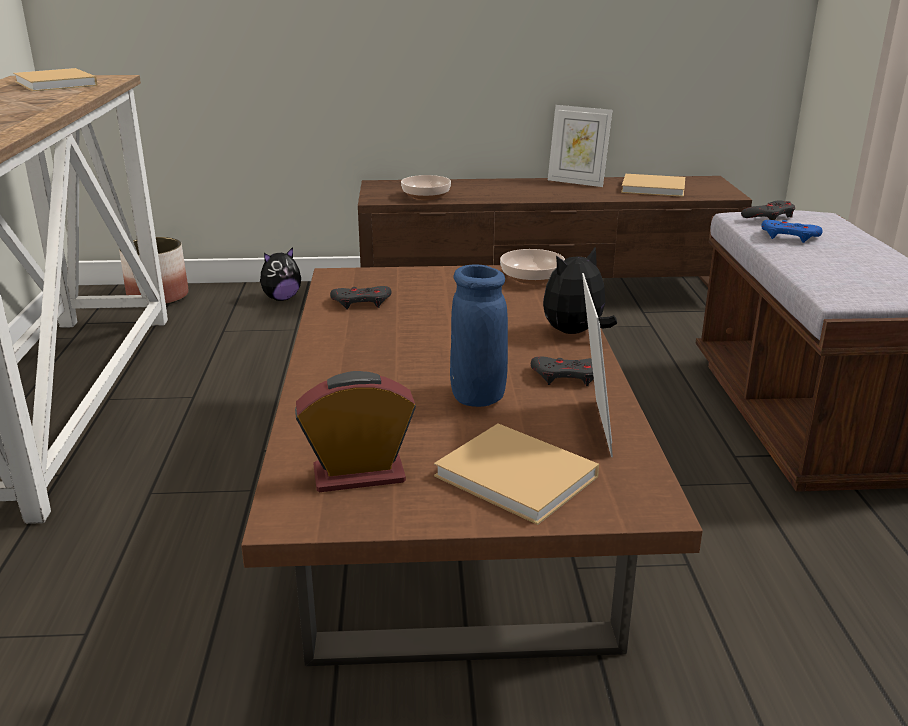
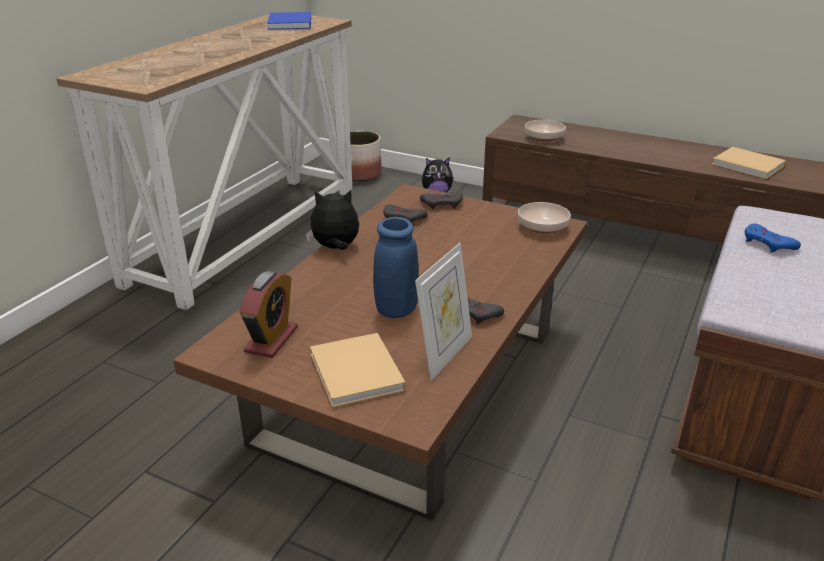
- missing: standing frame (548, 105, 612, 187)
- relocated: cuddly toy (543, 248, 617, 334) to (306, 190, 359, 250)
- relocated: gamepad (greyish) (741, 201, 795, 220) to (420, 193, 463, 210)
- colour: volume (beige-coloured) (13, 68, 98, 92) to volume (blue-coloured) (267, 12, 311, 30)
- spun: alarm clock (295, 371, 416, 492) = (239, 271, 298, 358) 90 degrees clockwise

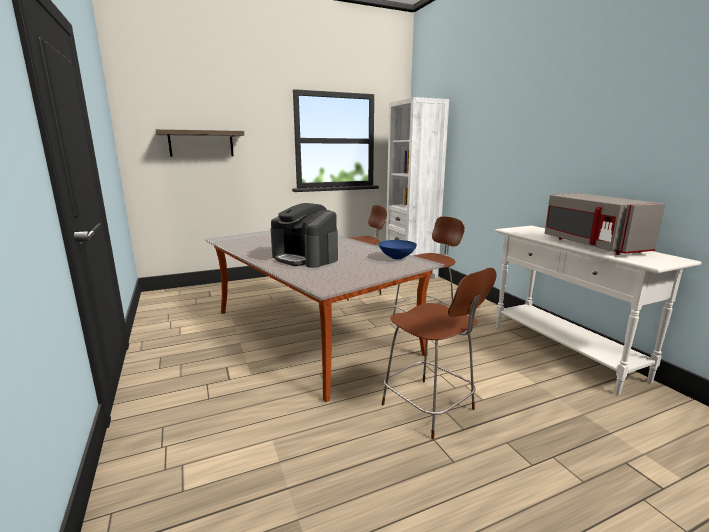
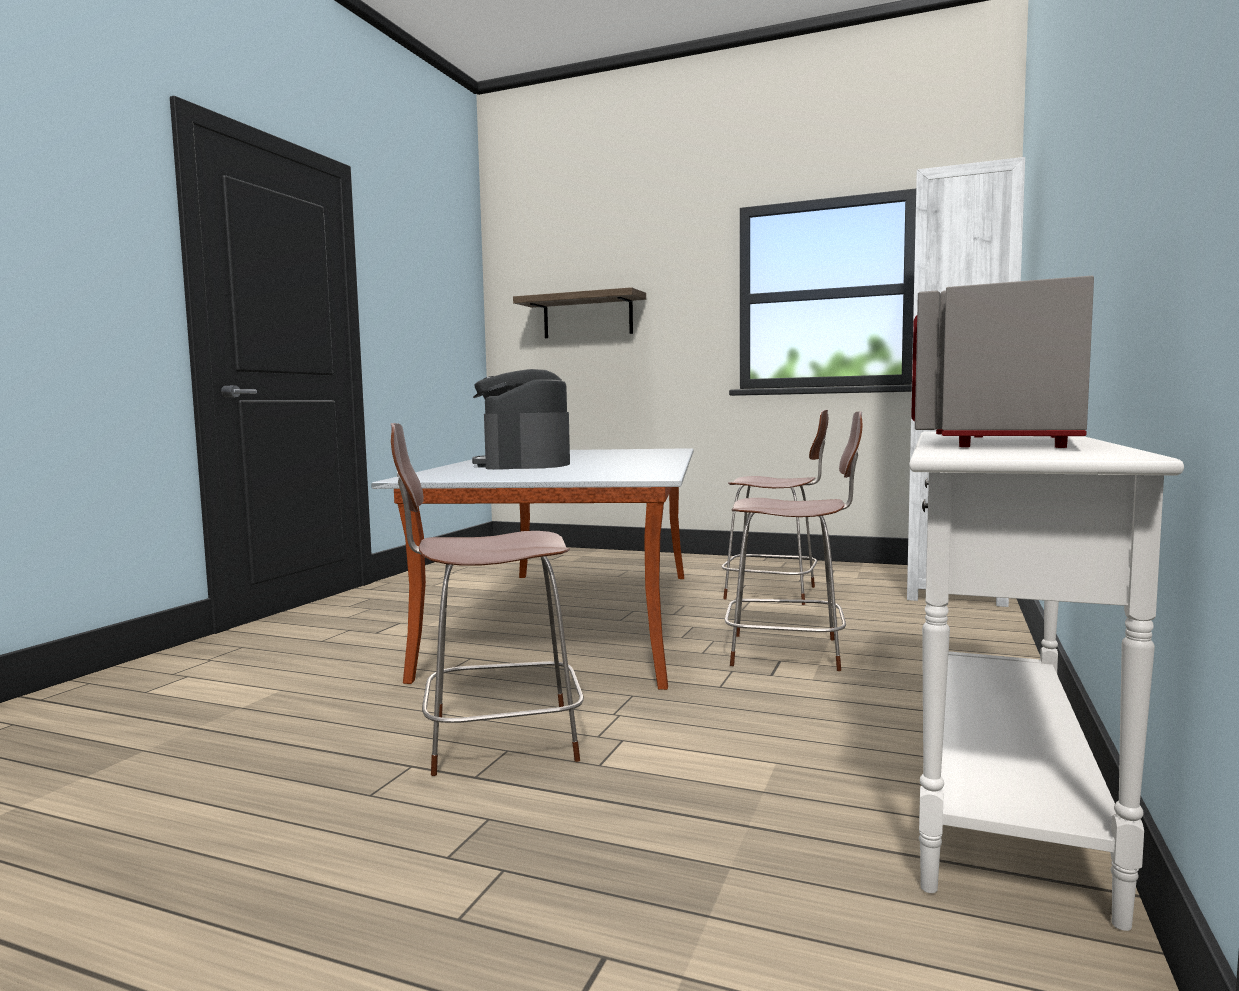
- missing: serving bowl (blue-coloured) (379, 240, 417, 259)
- spun: chair (brown) (382, 268, 496, 439) = (391, 423, 584, 776) 75 degrees clockwise

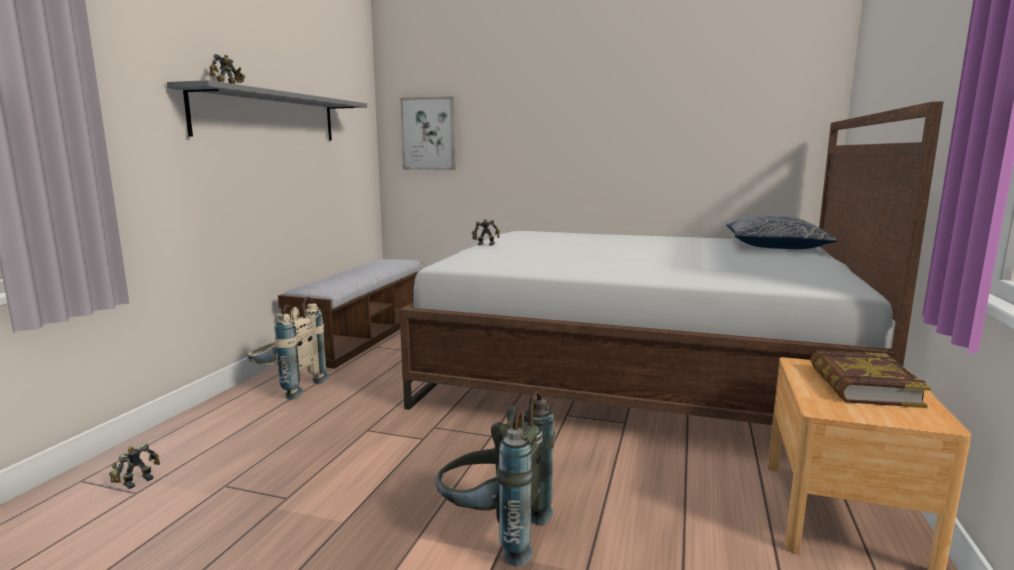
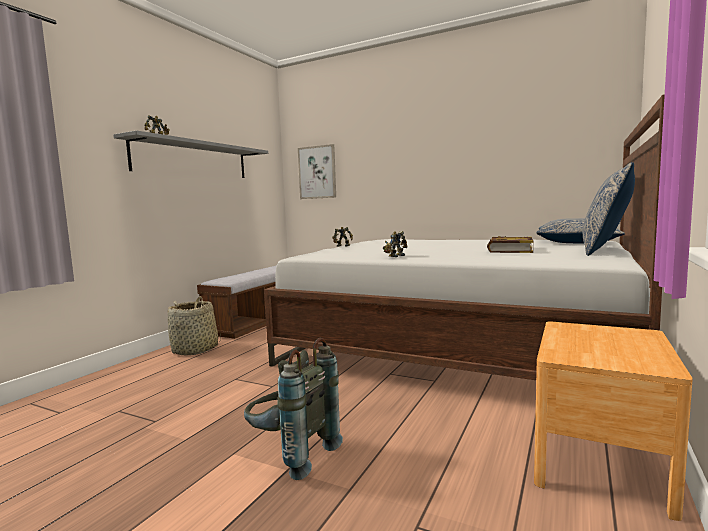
- appeared: throw pillow (583, 162, 635, 256)
- relocated: toy robot (109, 443, 160, 489) to (383, 231, 407, 257)
- relocated: volume (810, 350, 931, 408) to (487, 236, 534, 253)
- exchanged: rucksack (beige-coloured) (247, 297, 329, 400) to household basket (168, 296, 221, 356)

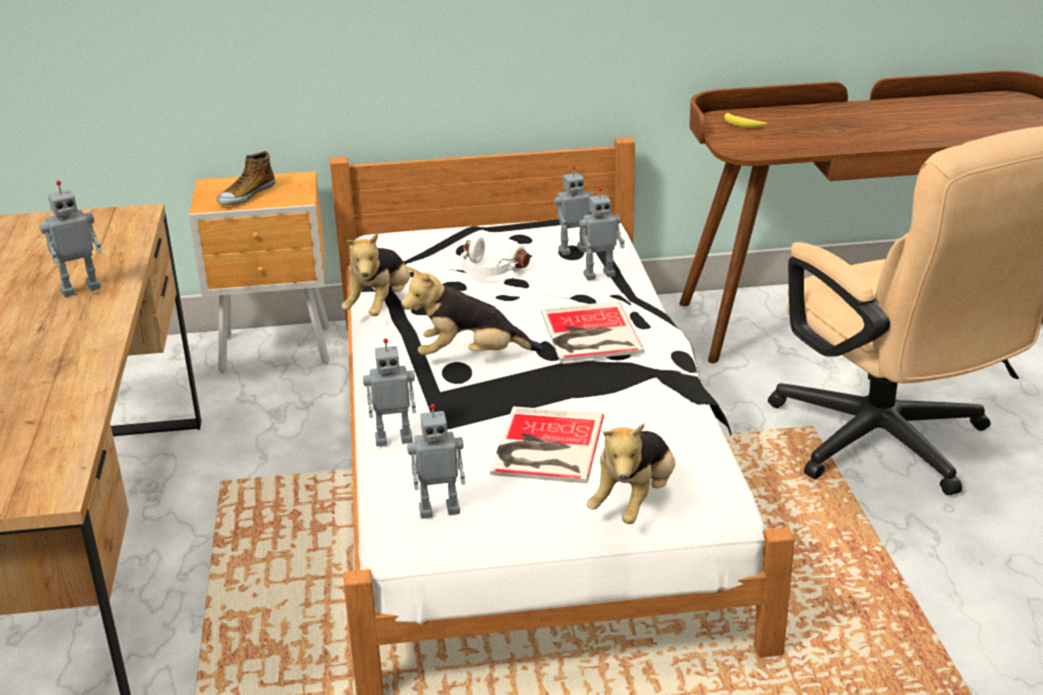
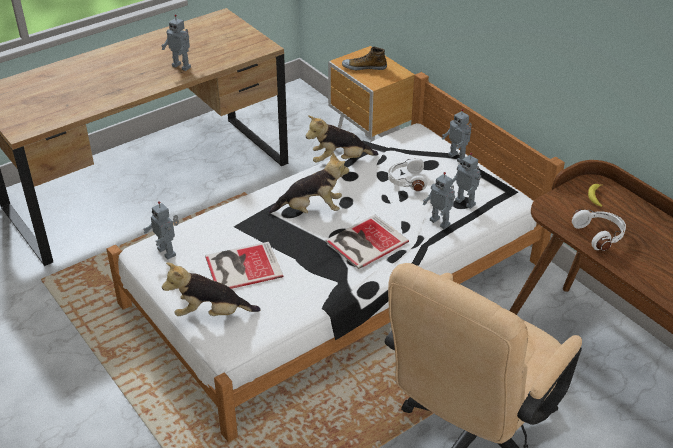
- appeared: headset (whitish) (572, 209, 626, 251)
- relocated: toy robot (363, 339, 416, 446) to (442, 109, 472, 163)
- spun: cuddly toy (401, 267, 543, 355) = (269, 152, 349, 214) 120 degrees clockwise

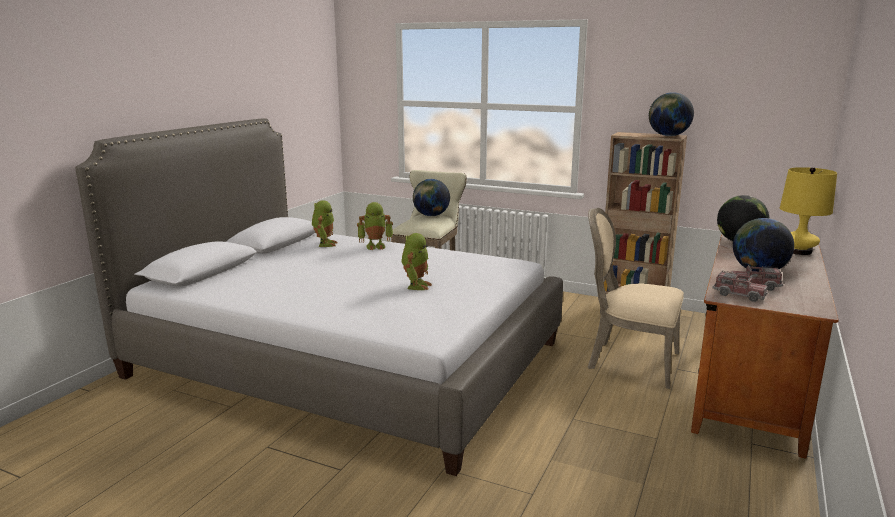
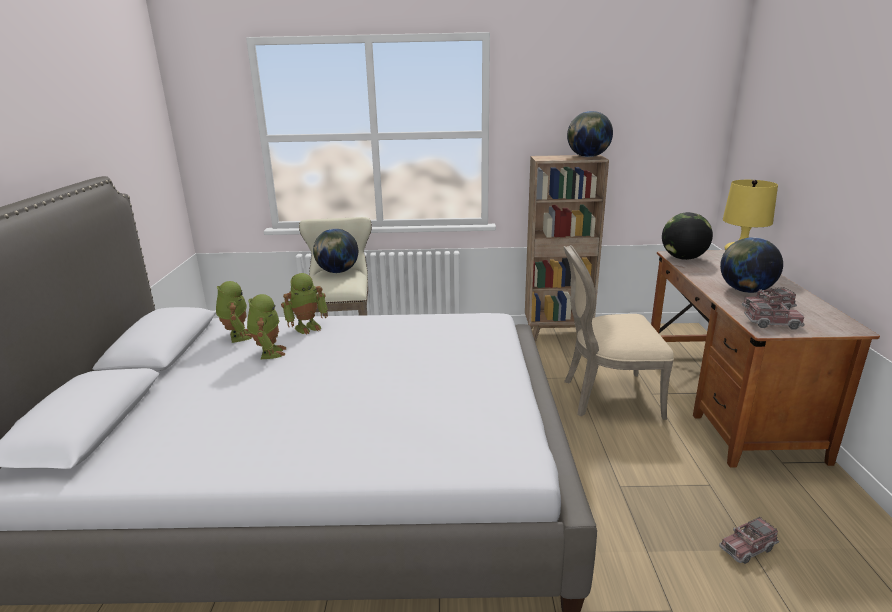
- appeared: model truck (719, 517, 779, 564)
- relocated: toy robot (402, 233, 432, 290) to (247, 294, 287, 359)

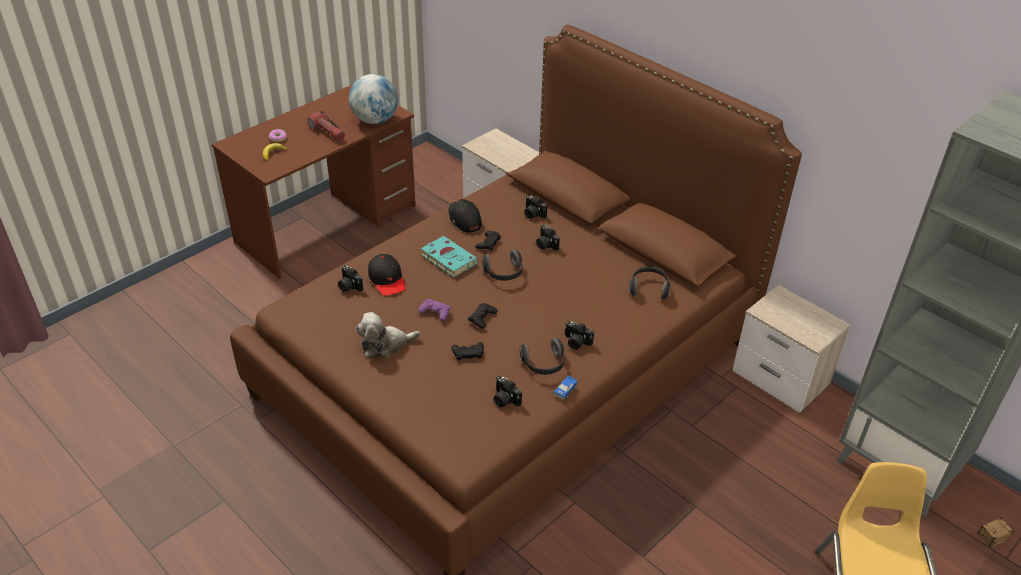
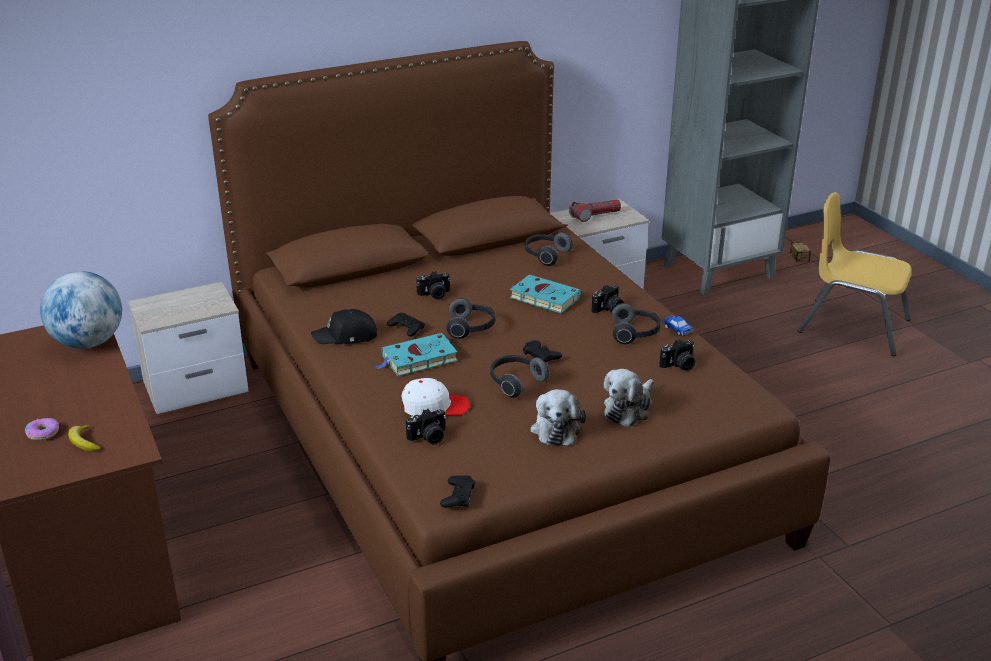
- missing: photo camera (524, 195, 547, 219)
- appeared: volume (turquoise-coloured) (510, 275, 581, 314)
- appeared: cuddly toy (604, 369, 654, 427)
- relocated: torch (307, 111, 345, 141) to (569, 199, 621, 222)
- relocated: gamepad (black-coloured) (451, 342, 484, 361) to (440, 475, 476, 507)
- exchanged: gamepad (purple-coloured) (418, 299, 451, 321) to headset (490, 355, 549, 398)
- colour: cap (black-coloured) (368, 254, 406, 296) to cap (whitish) (401, 378, 469, 416)

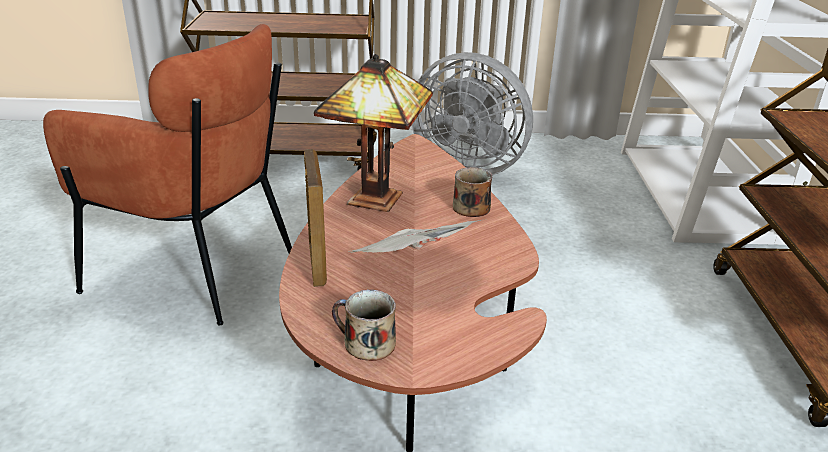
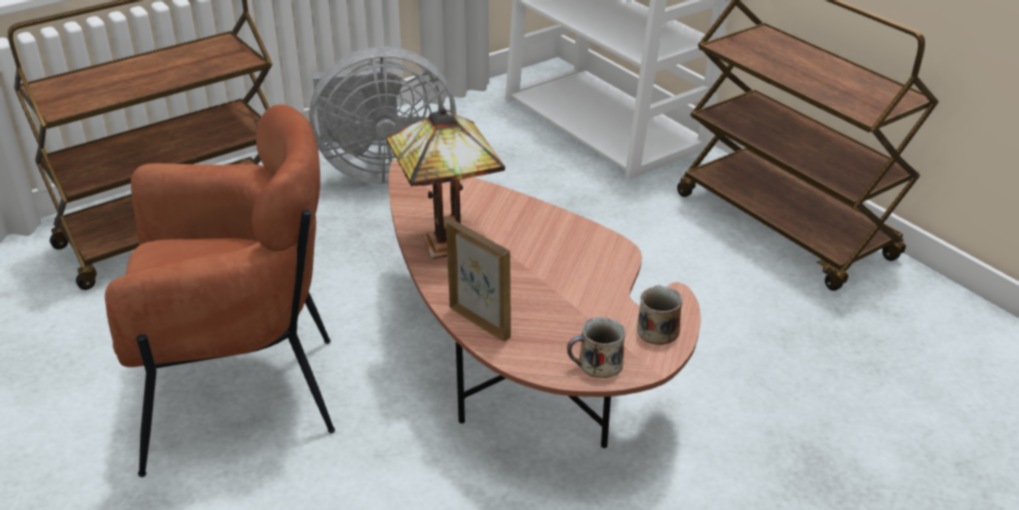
- missing: daily paper (348, 219, 486, 253)
- relocated: tea mug (453, 167, 492, 217) to (637, 285, 683, 345)

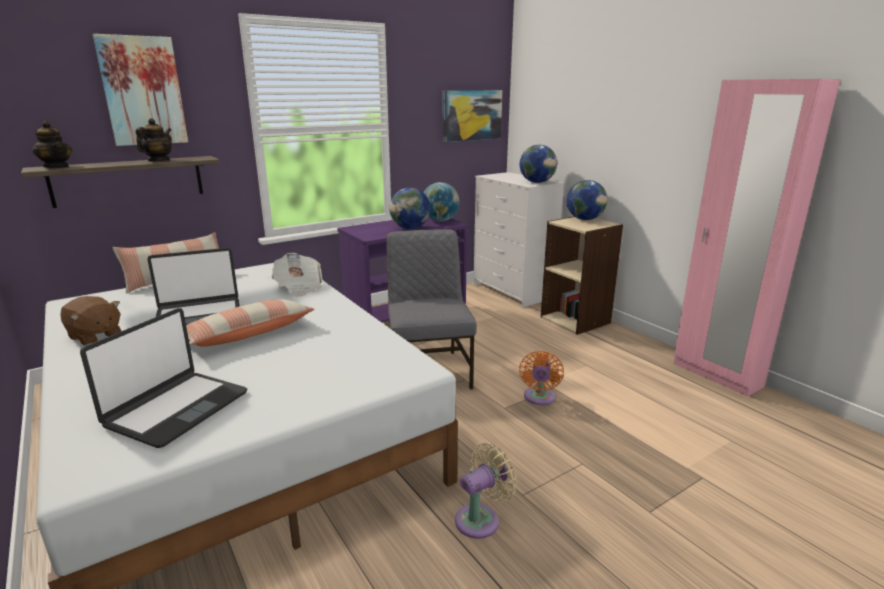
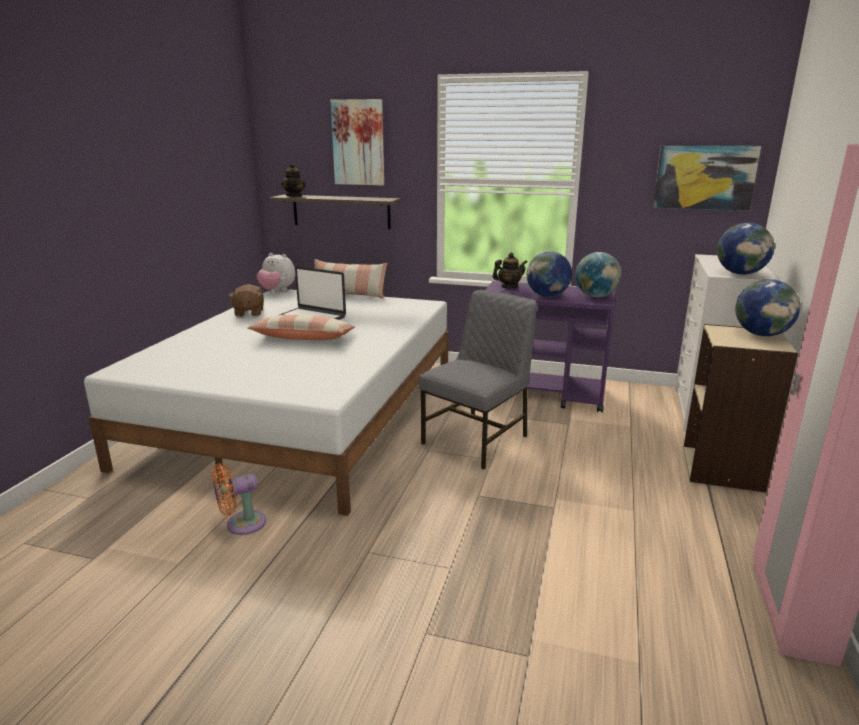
- missing: notebook computer (80, 308, 247, 448)
- missing: daily paper (272, 253, 323, 297)
- missing: fan (beige-coloured) (455, 443, 517, 539)
- appeared: cuddly toy (257, 253, 295, 291)
- relocated: teapot (136, 118, 172, 162) to (492, 252, 527, 288)
- relocated: fan (orangey) (519, 351, 564, 405) to (212, 463, 266, 535)

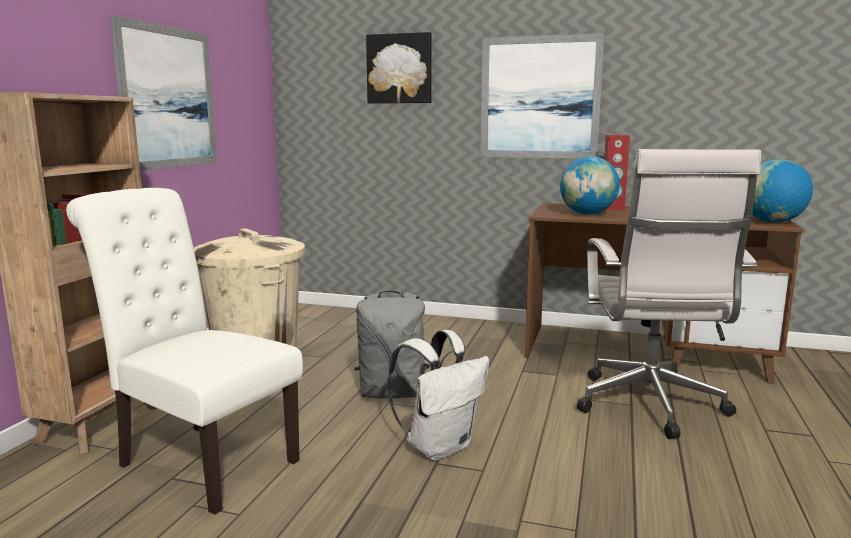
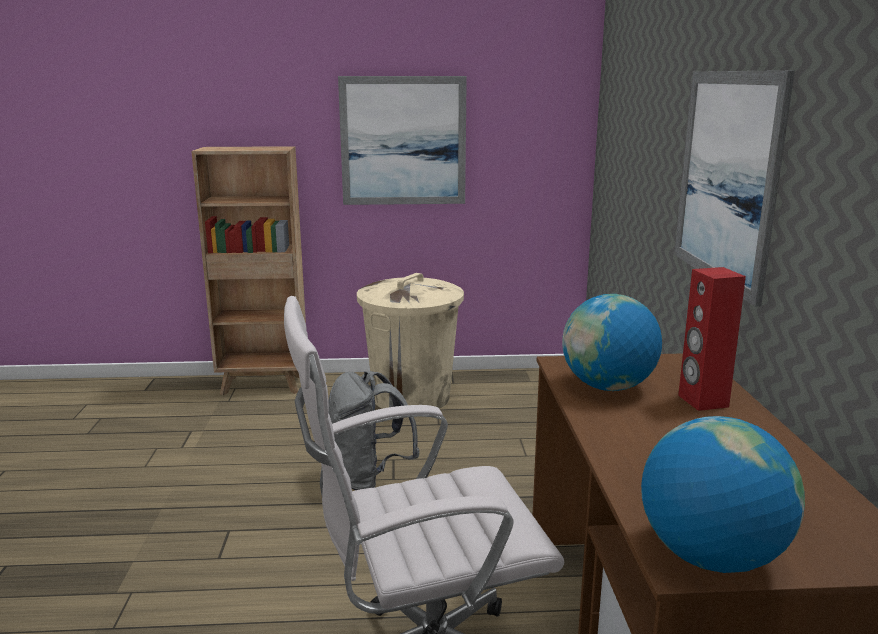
- missing: chair (whitish) (66, 188, 303, 515)
- missing: picture (366, 32, 432, 104)
- missing: rucksack (whitish) (387, 330, 489, 460)

